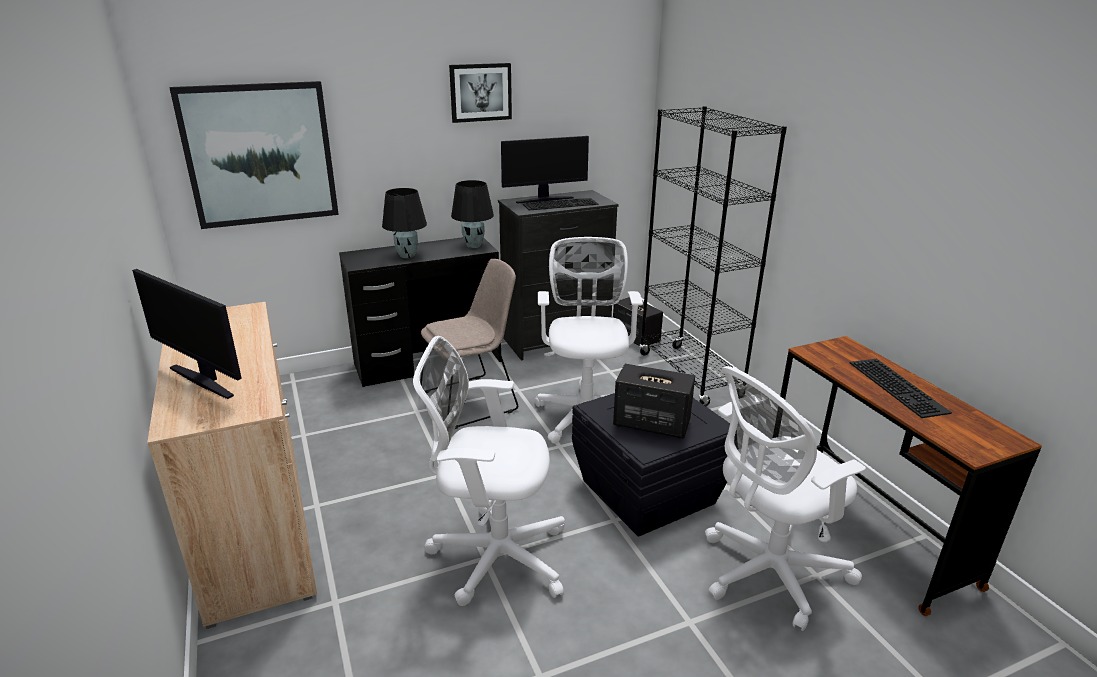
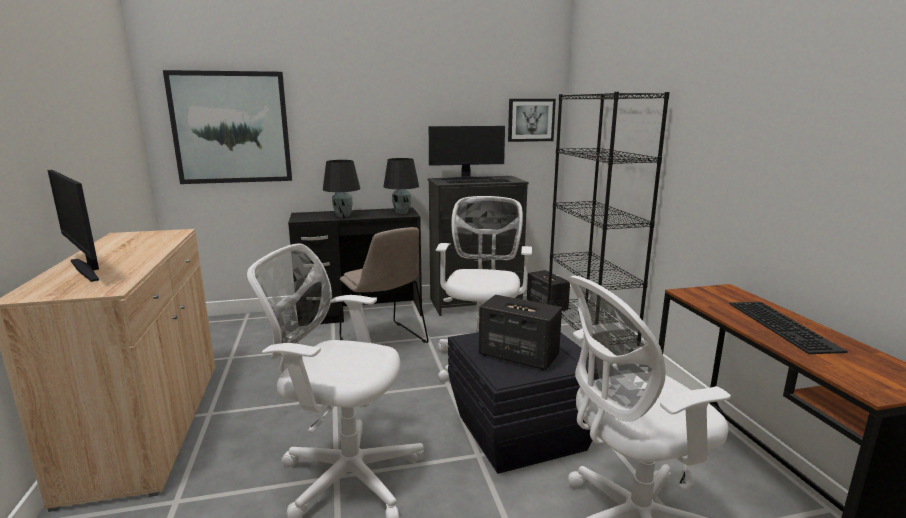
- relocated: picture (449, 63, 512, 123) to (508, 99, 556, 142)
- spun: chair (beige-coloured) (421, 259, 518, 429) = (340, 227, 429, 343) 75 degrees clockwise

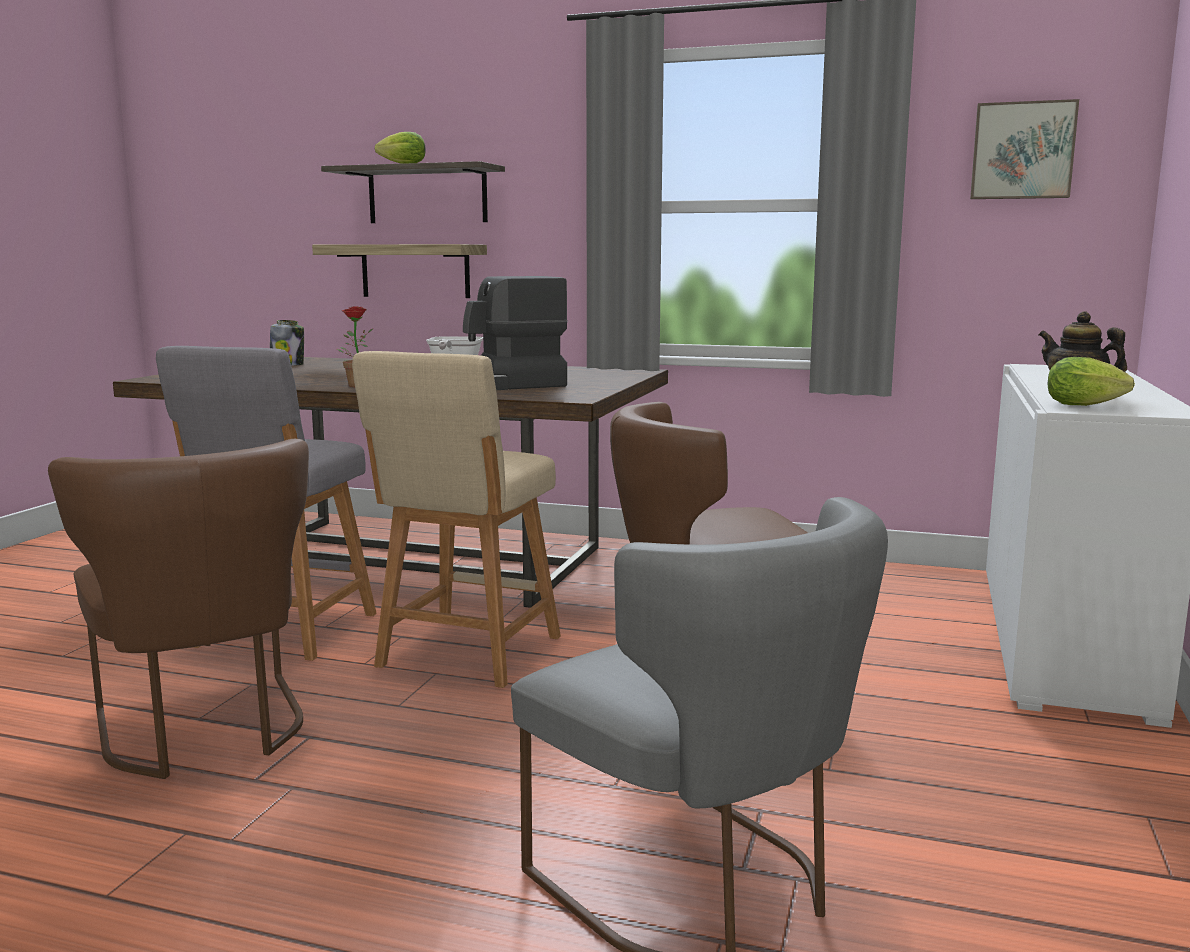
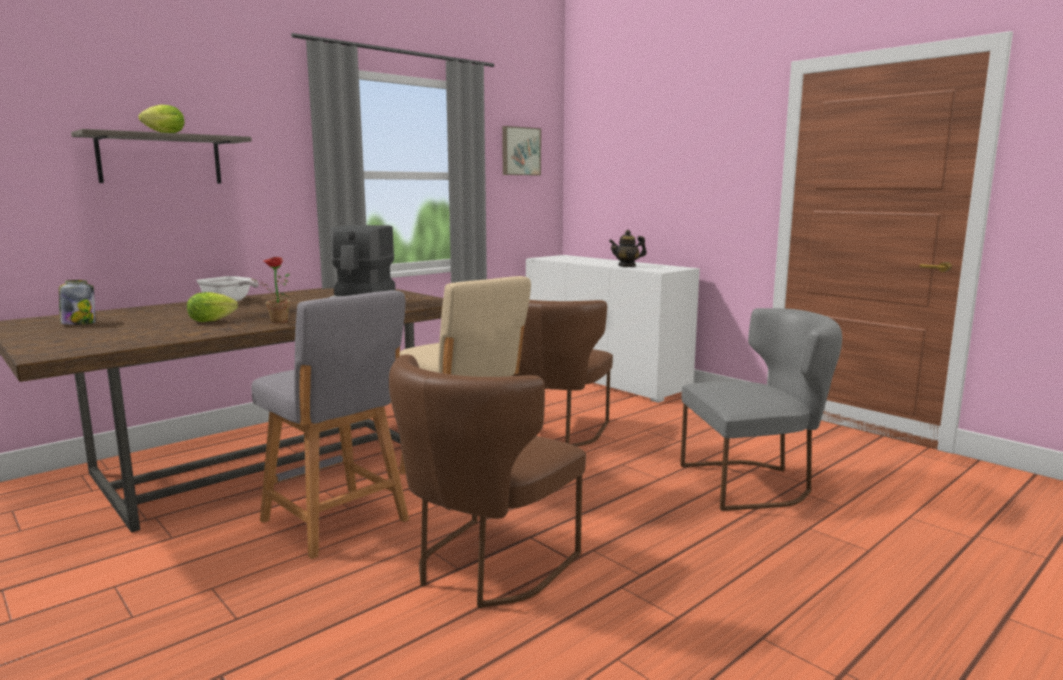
- missing: bracket shelf (312, 244, 487, 298)
- relocated: lettuce head (1048, 357, 1135, 406) to (187, 292, 238, 322)
- spun: chair (brown) (48, 439, 309, 779) = (389, 354, 586, 608) 120 degrees clockwise

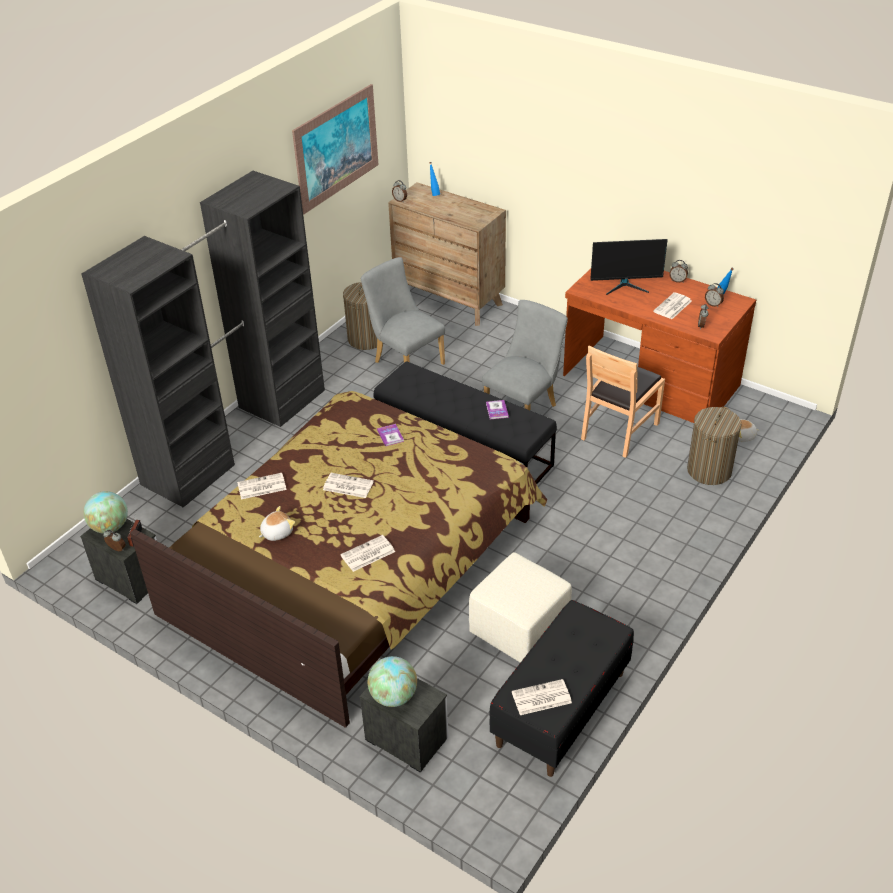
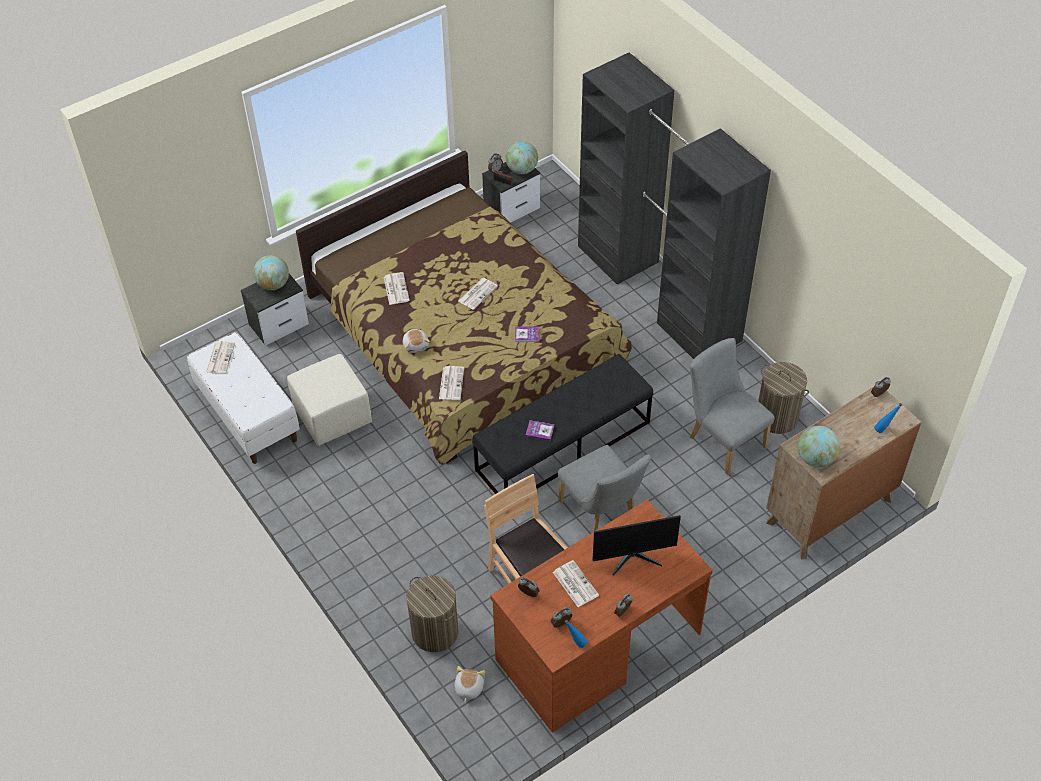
- missing: picture (292, 84, 378, 214)
- appeared: world globe (798, 426, 840, 467)
- relocated: daily paper (237, 473, 287, 499) to (439, 366, 464, 400)
- relocated: cuddly toy (259, 506, 295, 541) to (403, 329, 430, 353)
- colour: long seat (black-coloured) (489, 600, 634, 777) to long seat (whitish) (187, 332, 300, 464)
- spun: chair (greyish) (361, 257, 445, 365) = (690, 338, 775, 475) 105 degrees counterclockwise
- spun: monitor (590, 239, 668, 295) = (593, 515, 681, 576) 120 degrees counterclockwise

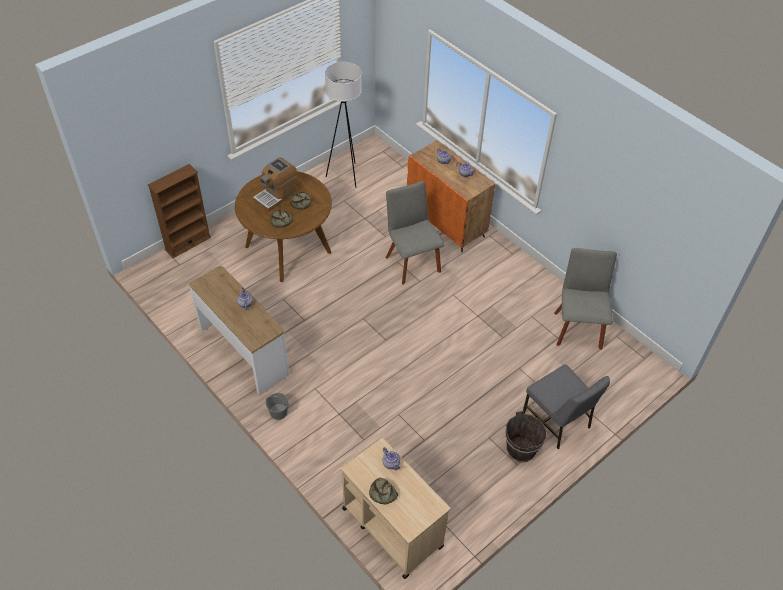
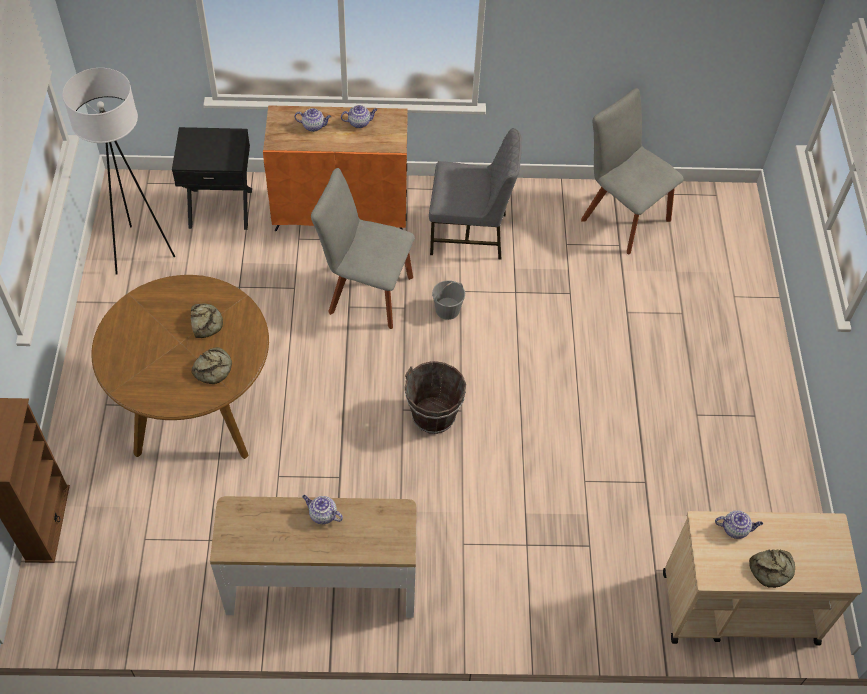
- missing: coffee maker (253, 157, 298, 212)
- appeared: night table (black-coloured) (172, 127, 252, 230)
- relocated: pail (greyish) (266, 393, 289, 420) to (432, 280, 465, 320)
- relocated: pail (brown) (505, 411, 547, 463) to (405, 361, 466, 434)
- relocated: chair (greyish) (523, 364, 610, 449) to (429, 128, 522, 260)

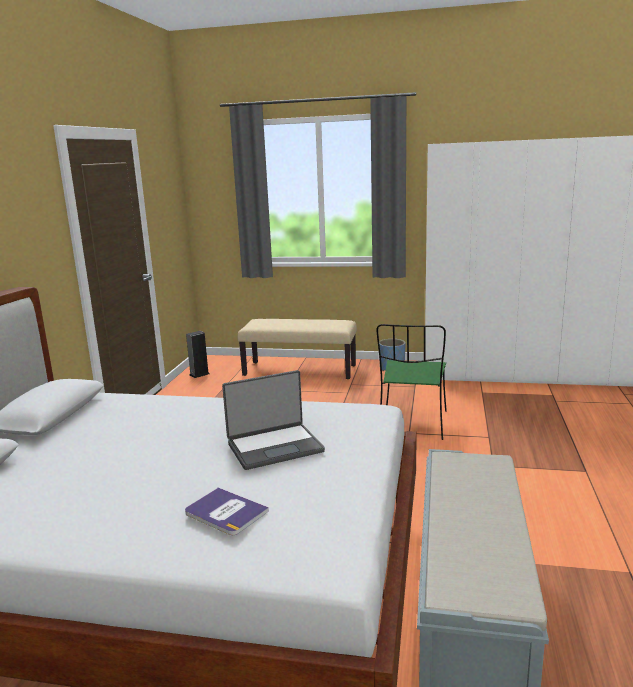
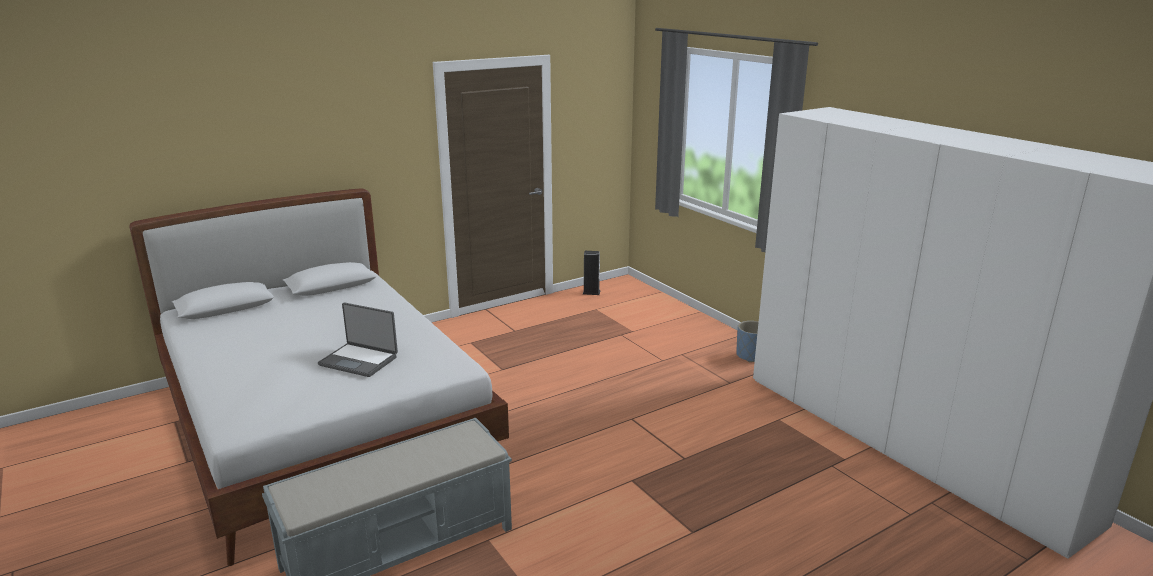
- missing: volume (185, 488, 269, 535)
- missing: long seat (beige-coloured) (237, 319, 357, 379)
- missing: chair (green-coloured) (376, 324, 447, 440)

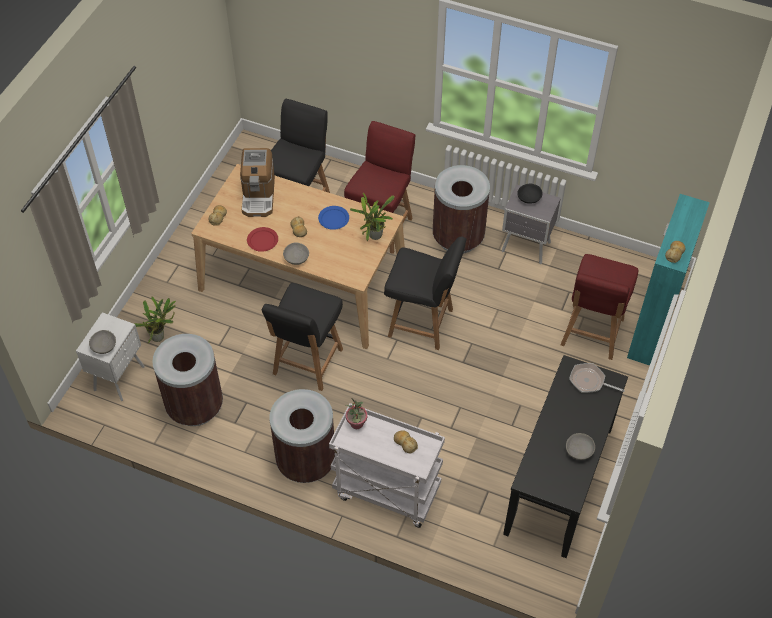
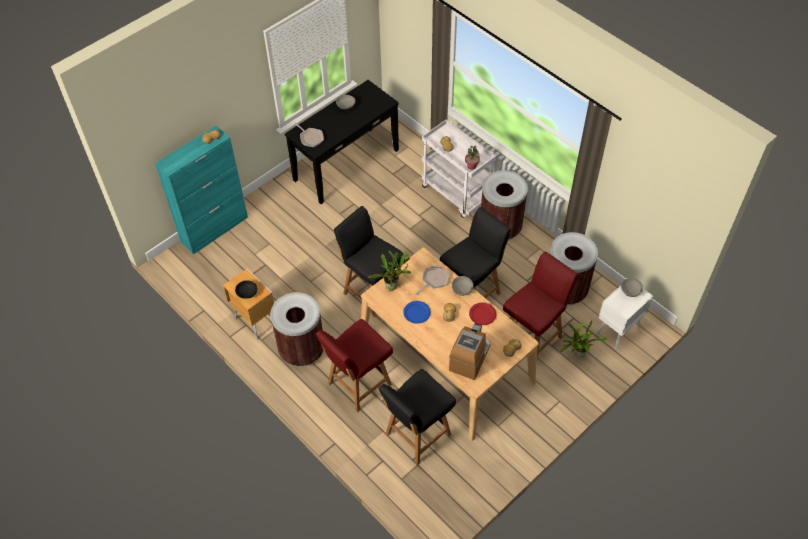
- appeared: pan (415, 265, 449, 295)
- relocated: chair (red-coloured) (561, 254, 638, 360) to (503, 251, 578, 356)
- colour: night table (greyish) (501, 184, 561, 264) to night table (brown) (223, 269, 274, 340)

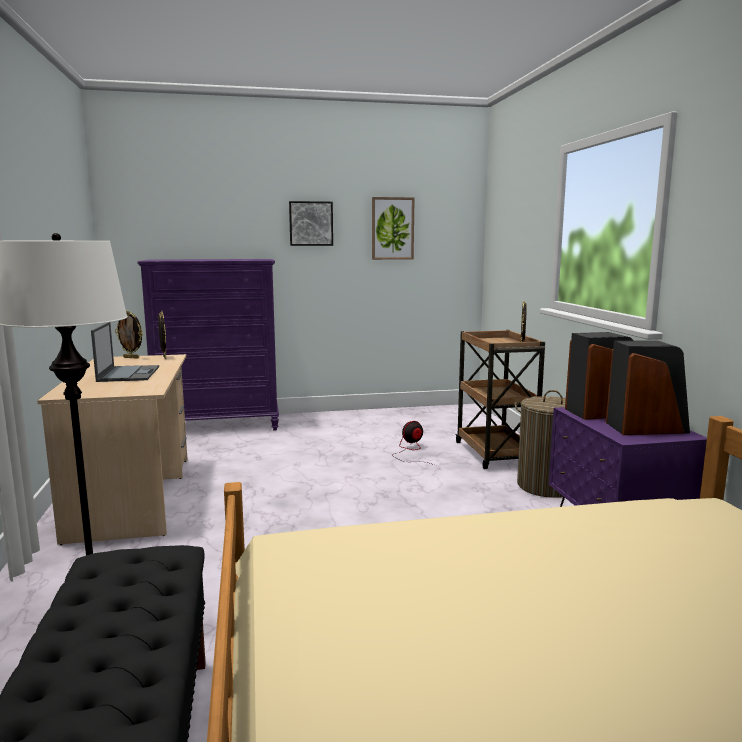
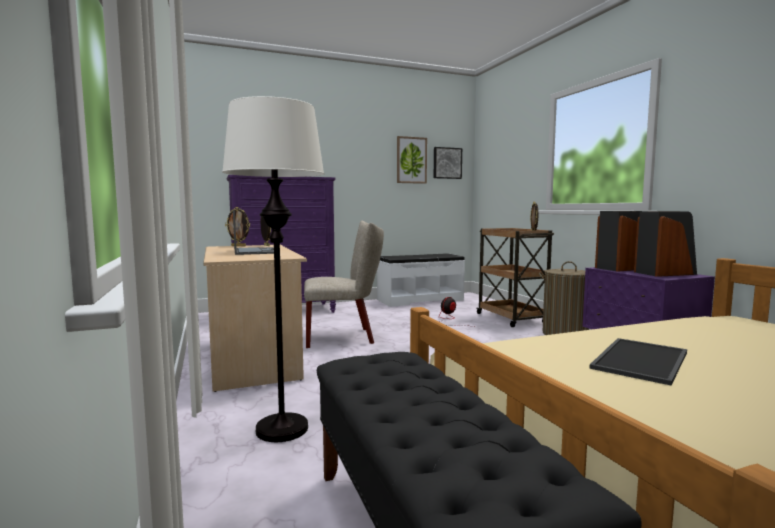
- appeared: chair (beige-coloured) (304, 221, 384, 348)
- appeared: long seat (whitish) (377, 253, 465, 307)
- appeared: serving tray (589, 338, 687, 386)
- relocated: picture (289, 201, 333, 246) to (434, 147, 462, 179)

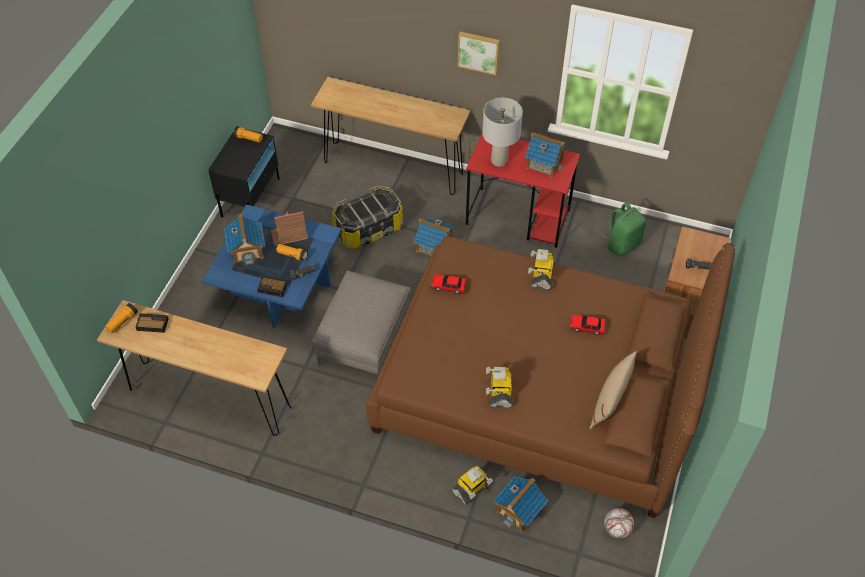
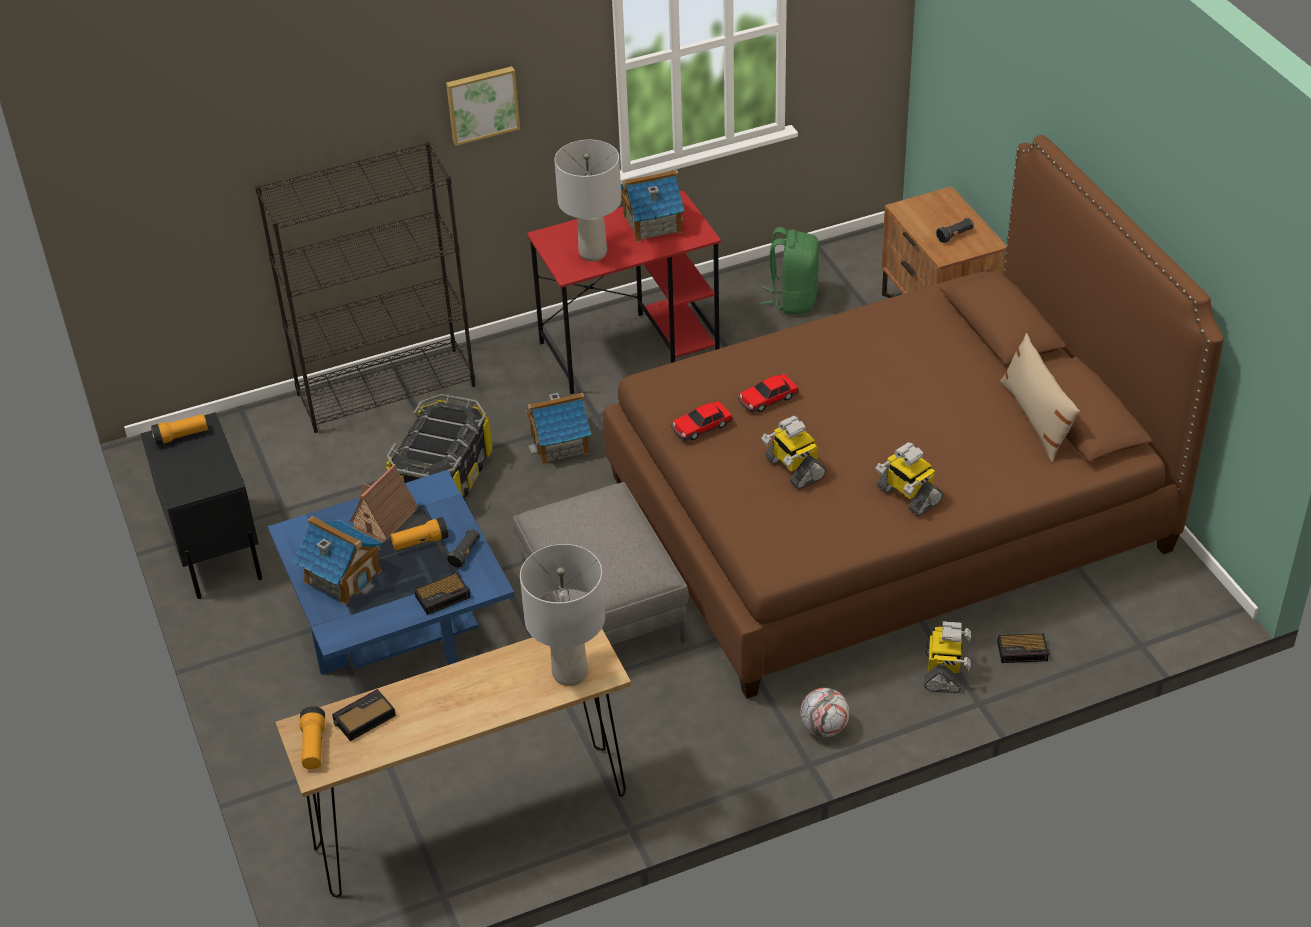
- appeared: lamp for a table (greyish) (520, 544, 605, 686)
- relocated: toy robot (528, 249, 555, 290) to (761, 416, 826, 490)
- relocated: toy car (569, 315, 606, 335) to (738, 374, 799, 413)
- relocated: ball for football (604, 508, 634, 538) to (800, 688, 850, 737)
- exchanged: console table (brown) (311, 77, 470, 195) to bookcase (black-coloured) (255, 142, 475, 433)
- exchanged: toy house (493, 476, 548, 532) to alarm clock (997, 633, 1050, 663)

